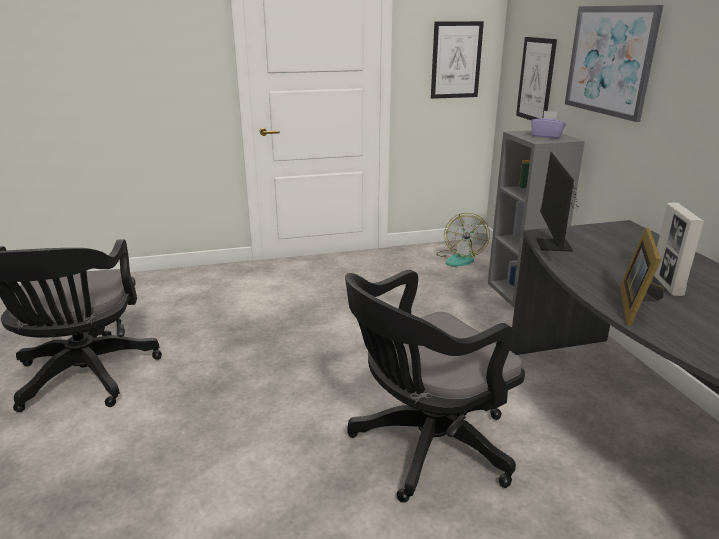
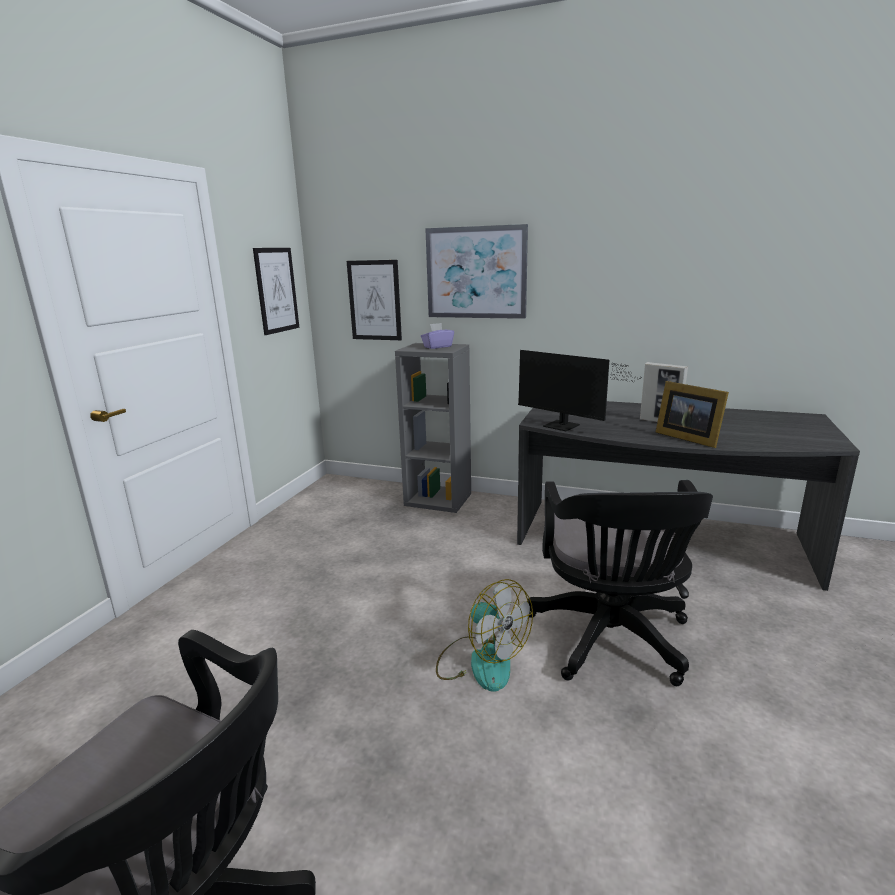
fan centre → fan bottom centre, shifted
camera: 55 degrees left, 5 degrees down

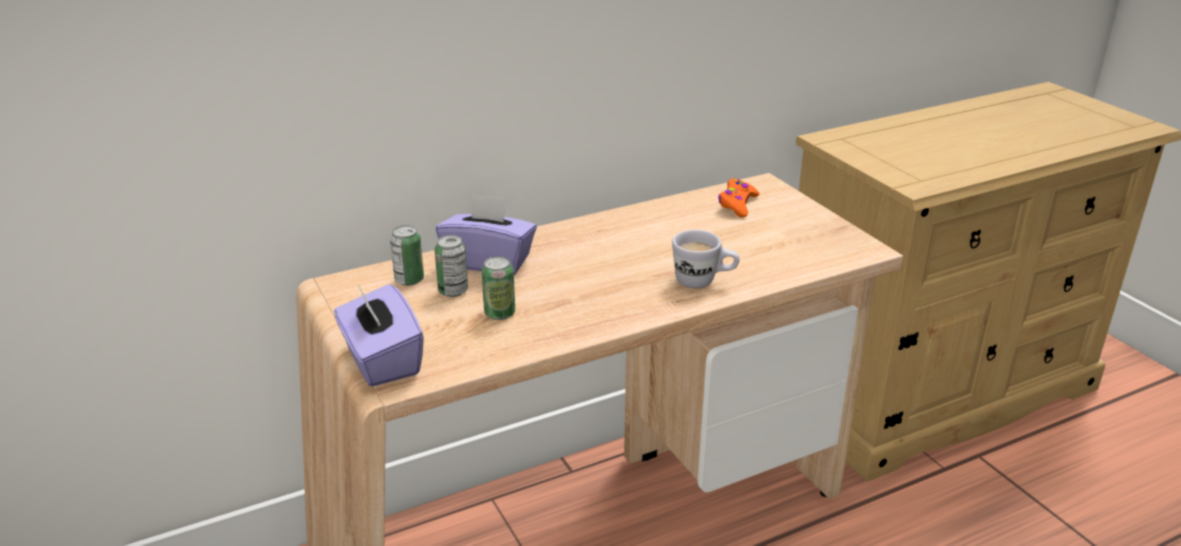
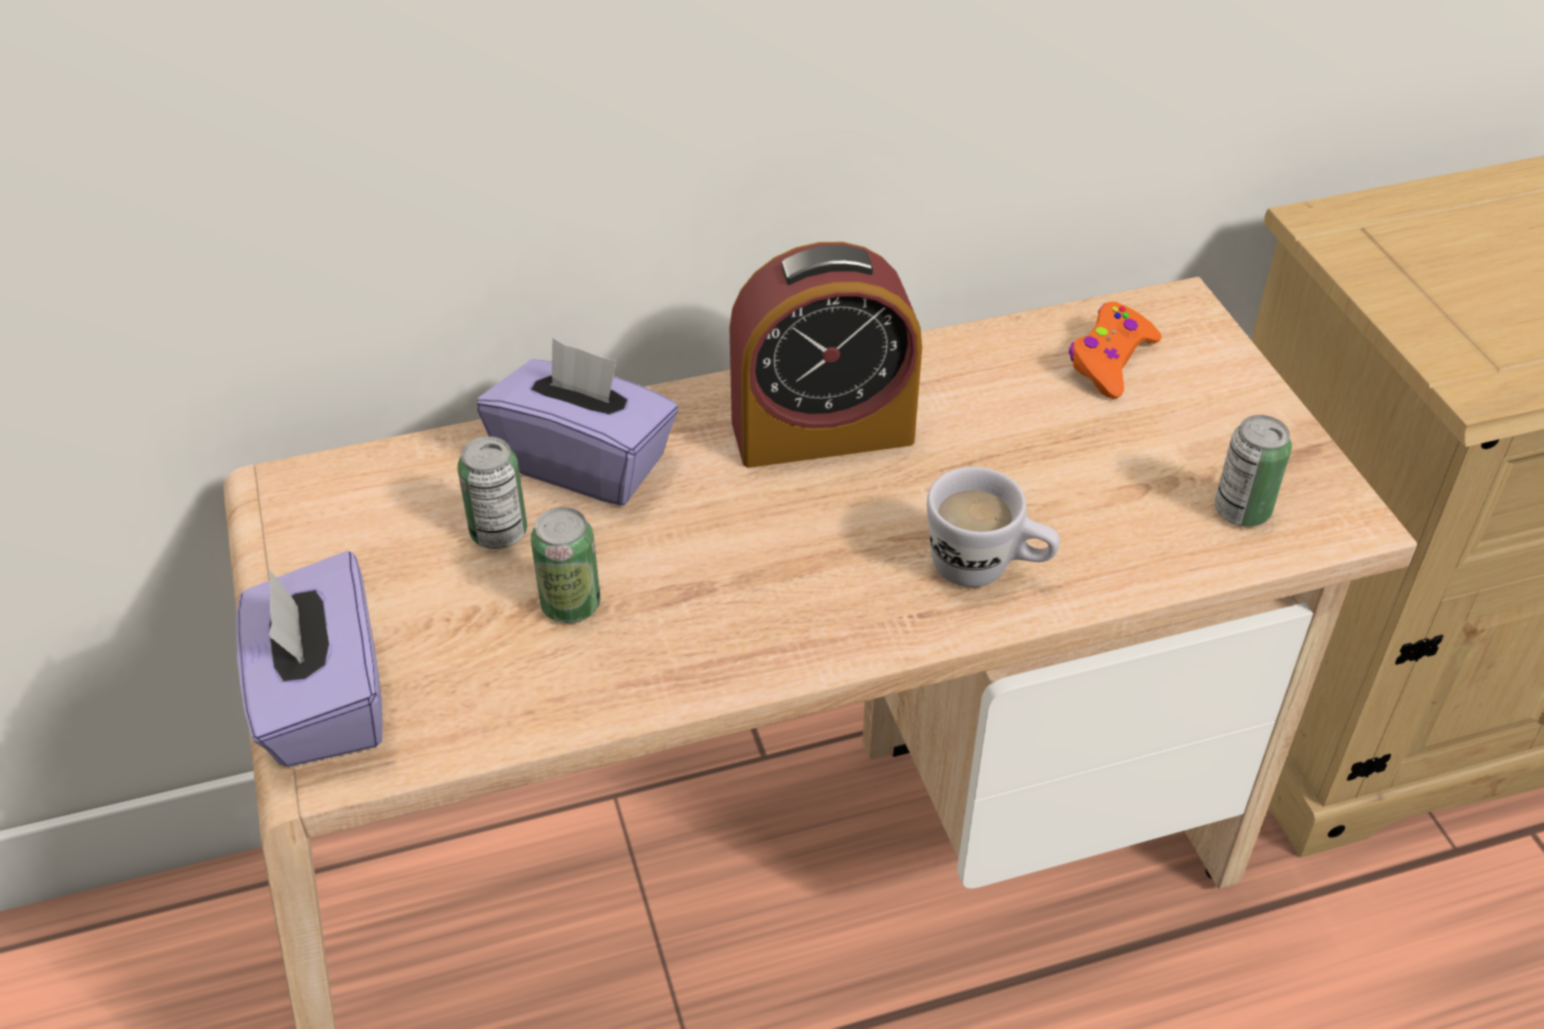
can (no. 1 from left in the first image) centre → can (no. 3 from left) middle right, shifted
- → alarm clock centre
camera: 10 degrees right, 15 degrees up

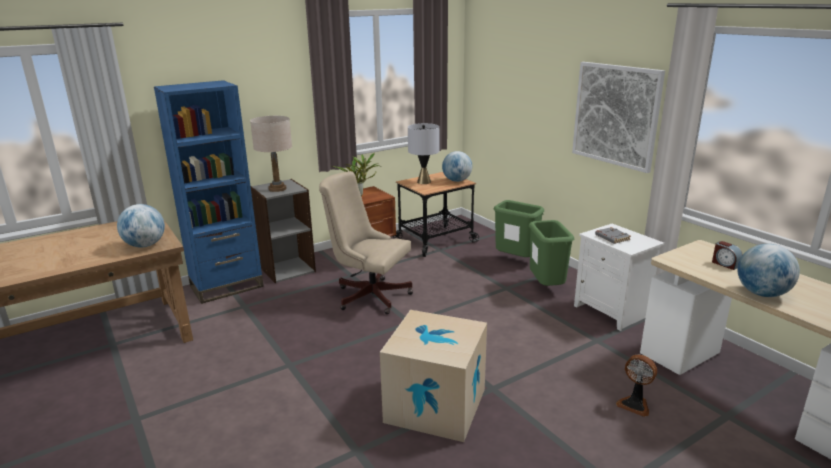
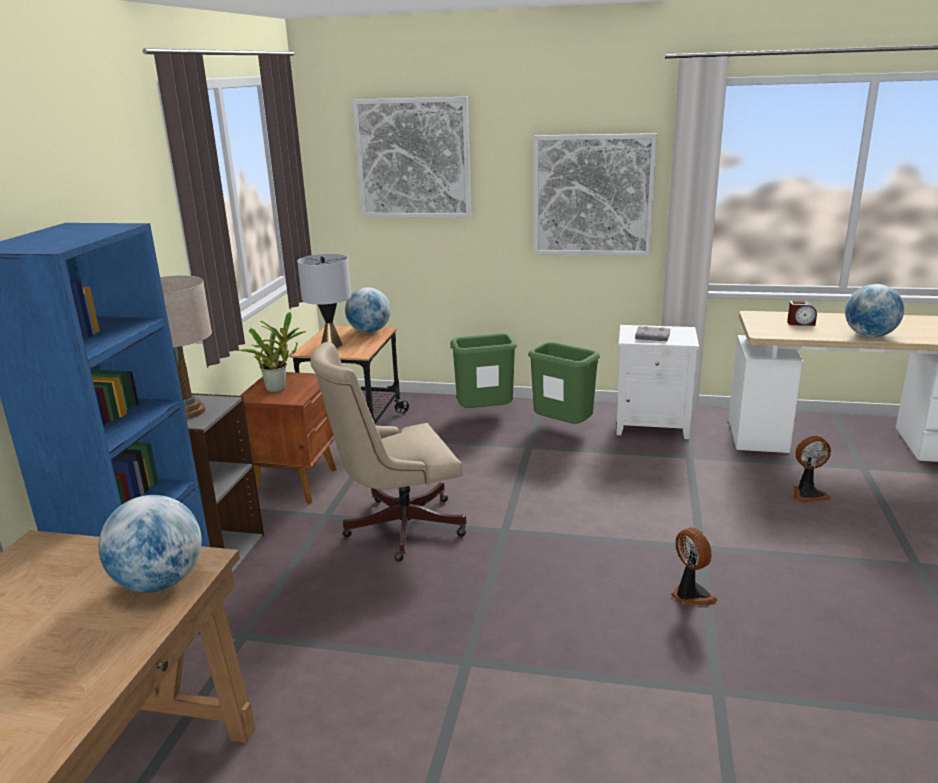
cardboard box bottom centre → fan (no. 1 from left) bottom right
- → picture (no. 1 from left) top centre
camera: 45 degrees left, 0 degrees up

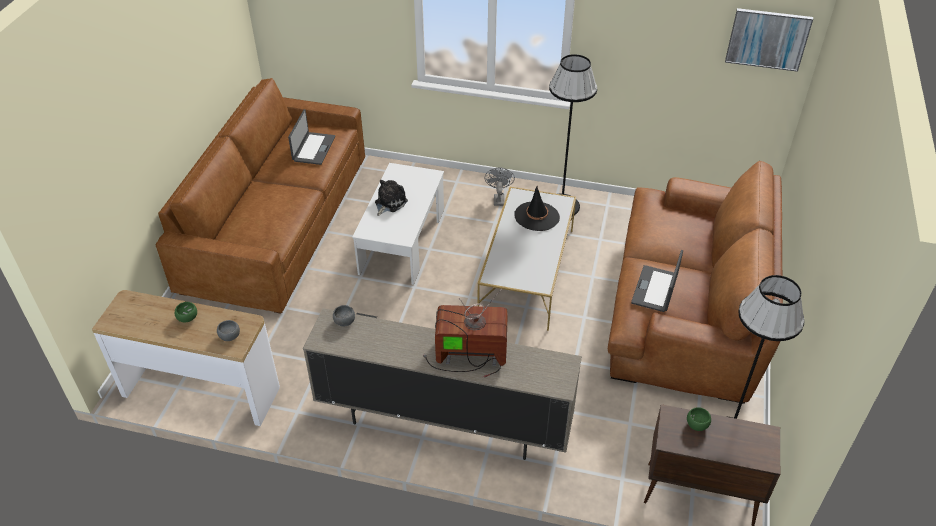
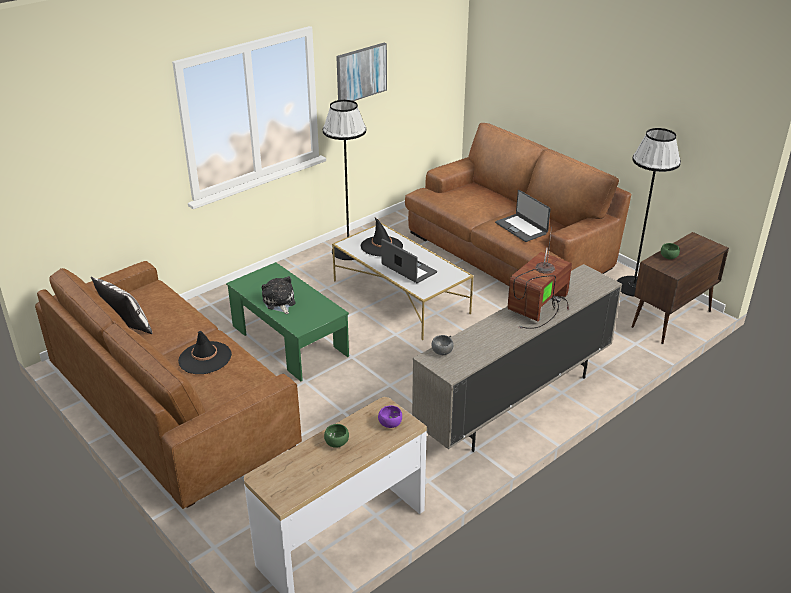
picture top right → picture top centre, shifted
laptop (no. 1 from left) top left → laptop (no. 1 from left) centre, shifted
white coffee table (no. 1 from left) centre → green coffee table centre
grey fan centre → -
grey bowl (no. 1 from left) middle left → purple bowl bottom centre
- → pillow middle left
- → black hat (no. 1 from left) middle left
camera: 55 degrees left, 10 degrees down

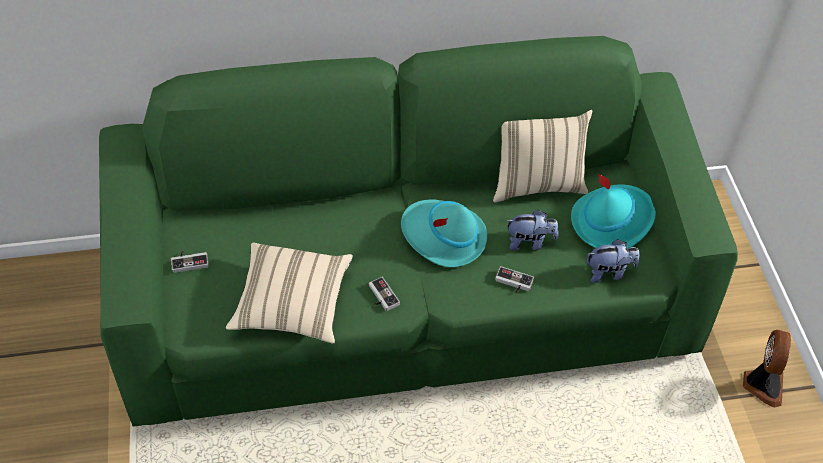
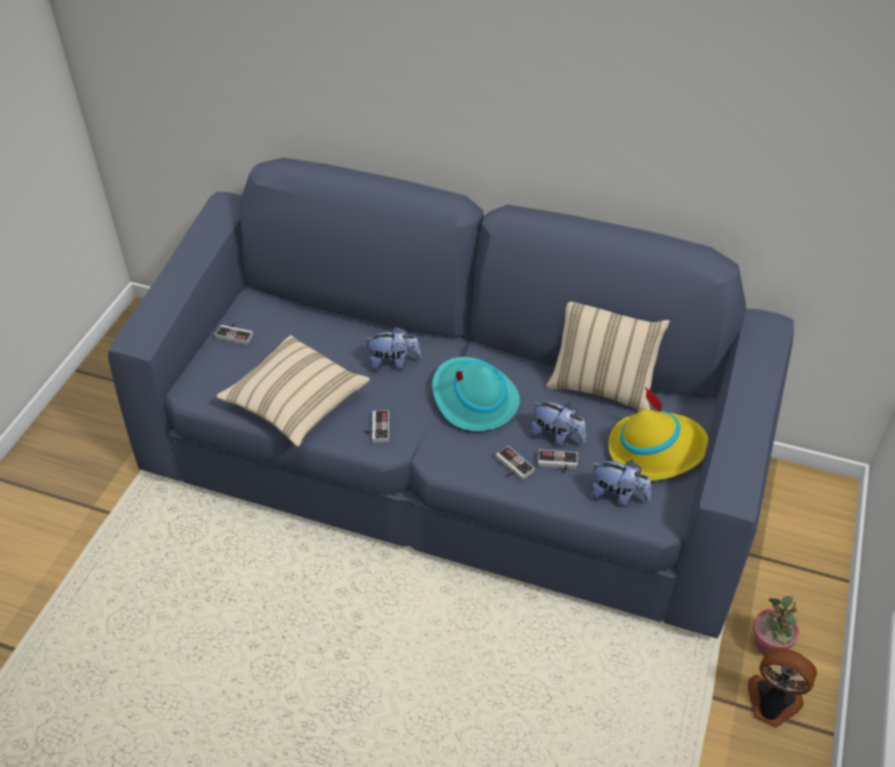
green sofa centre → blue sofa centre
turquoise hat (no. 2 from left) middle right → yellow hat middle right
fan bottom right, 105 degrees counterclockwise
- → plush toy (no. 1 from left) centre
- → game controller (no. 4 from left) centre
- → potted plant bottom right
camera: 30 degrees right, 5 degrees down

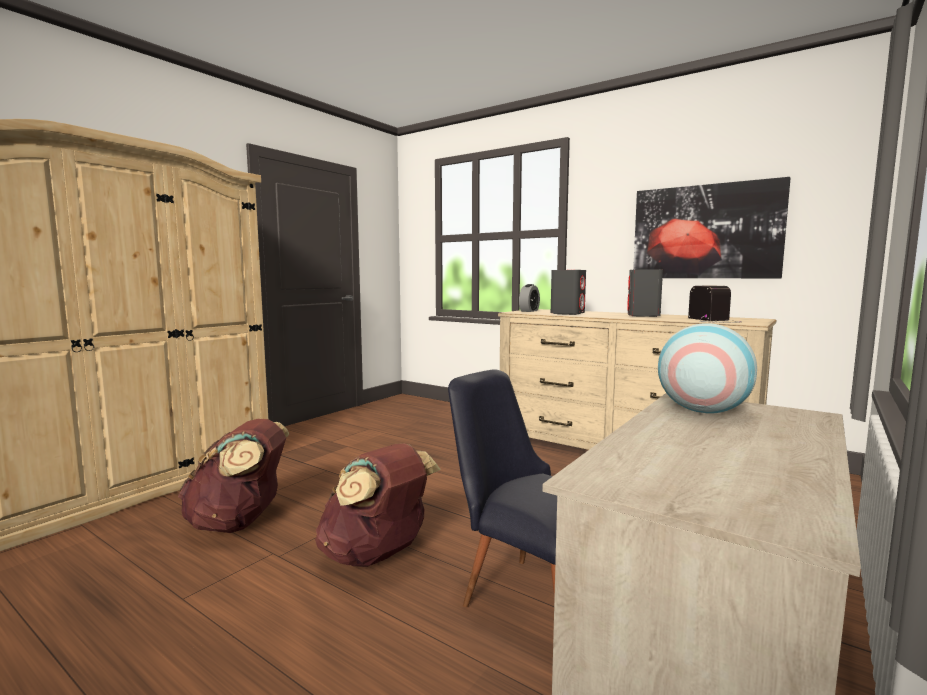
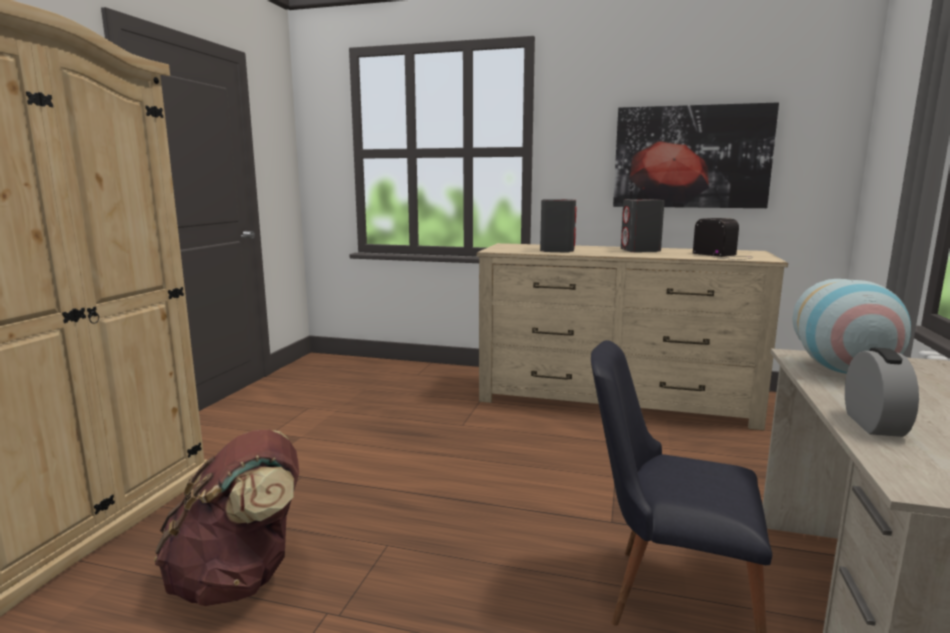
alarm clock centre → alarm clock middle right, shifted
brown backpack (no. 2 from left) bottom centre → -
camera: 20 degrees left, 5 degrees up

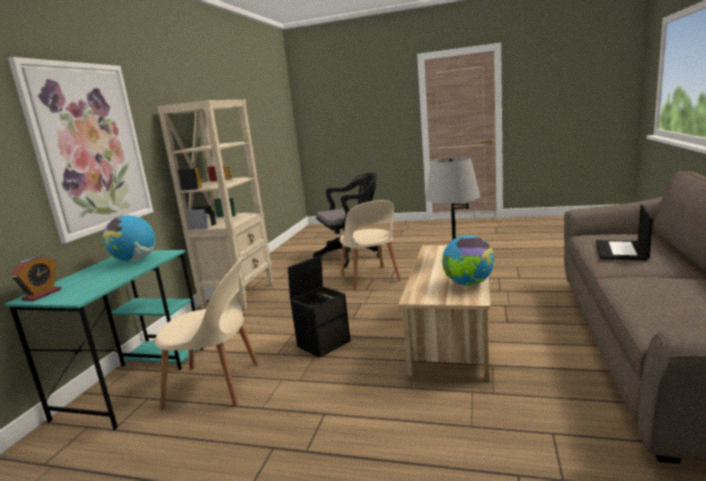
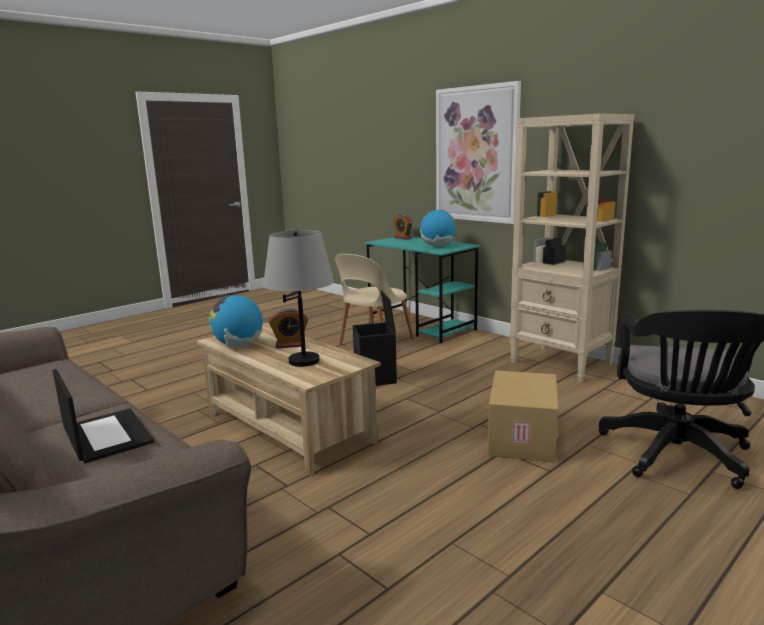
beige chair (no. 2 from left) centre → cardboard box middle right
- → alarm clock (no. 1 from left) centre
camera: 120 degrees right, 0 degrees up

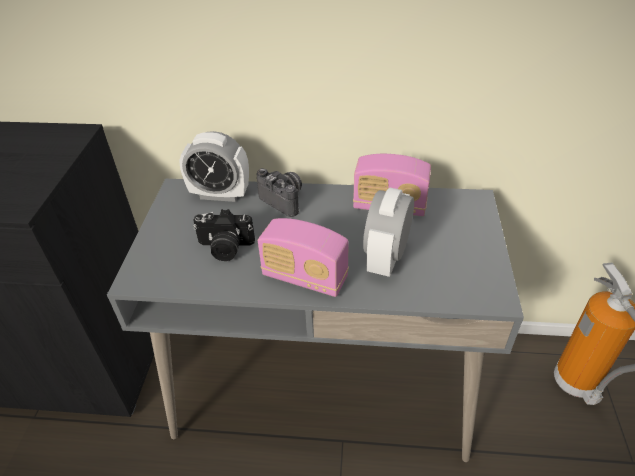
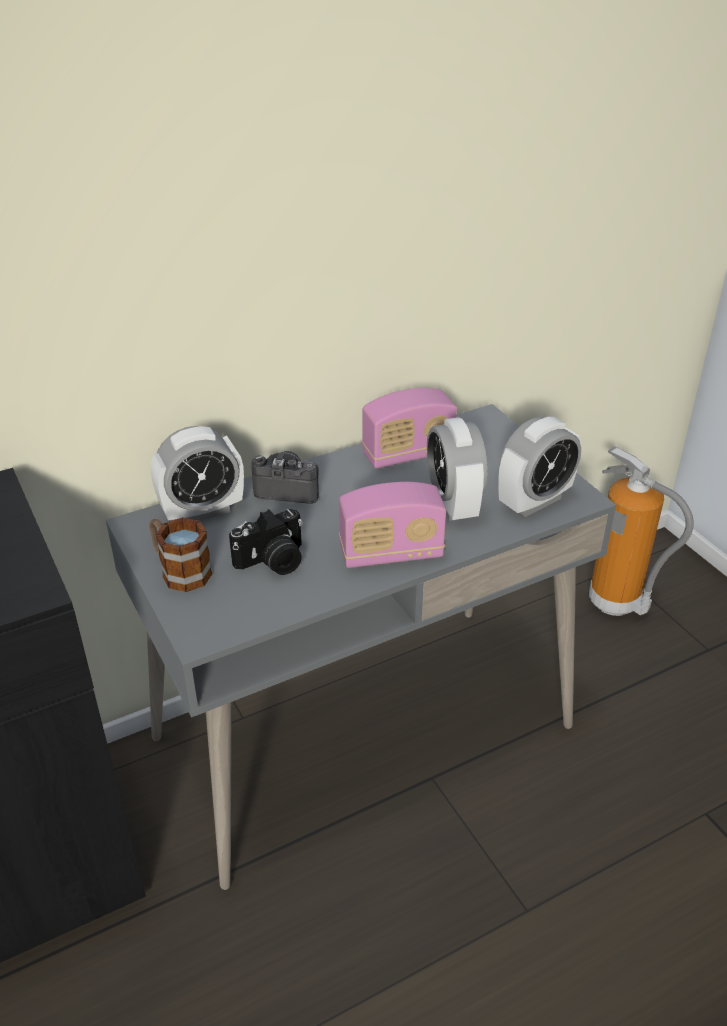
- → alarm clock (no. 3 from left) middle right
- → mug middle left
camera: 35 degrees left, 5 degrees down

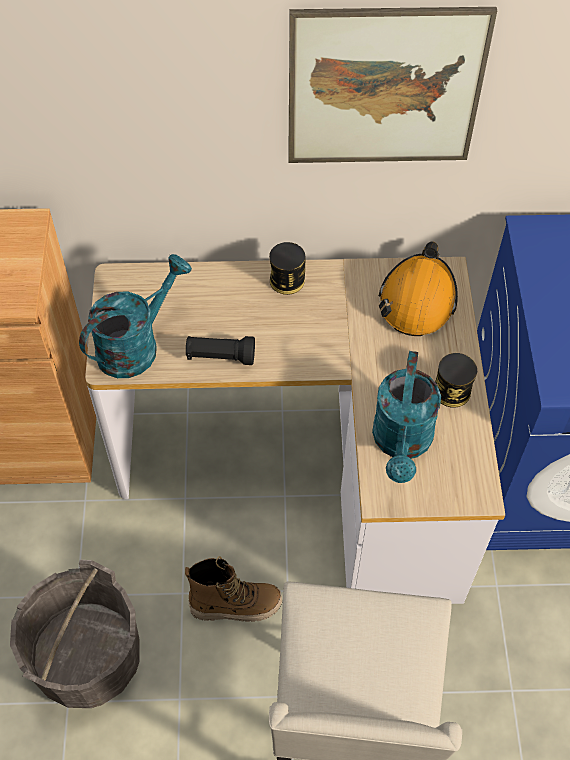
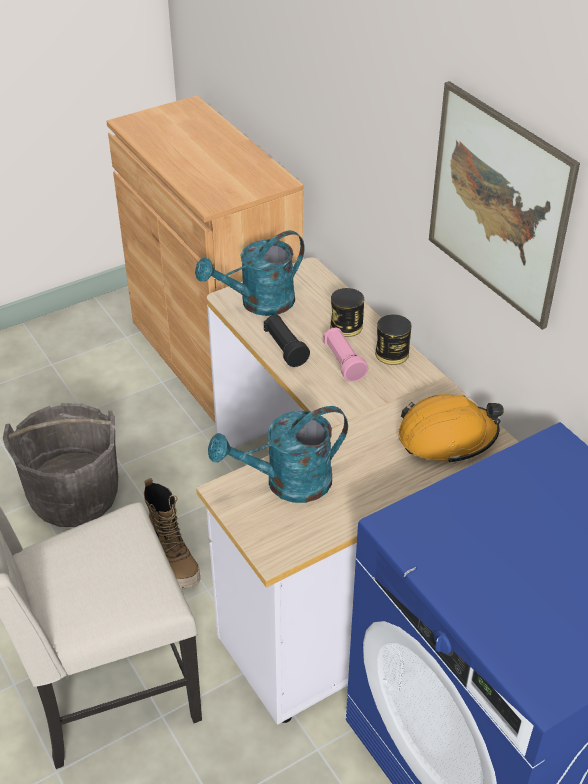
turquoise watering can (no. 1 from left) middle left → turquoise watering can (no. 1 from left) centre, 135 degrees clockwise
can (no. 2 from left in the first image) middle right → can (no. 1 from left) centre, shifted
- → pink flashlight centre
camera: 60 degrees right, 15 degrees down

